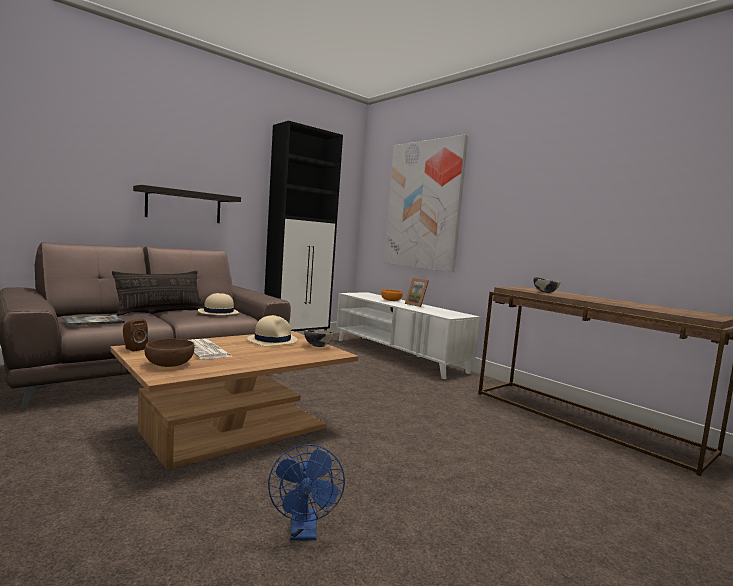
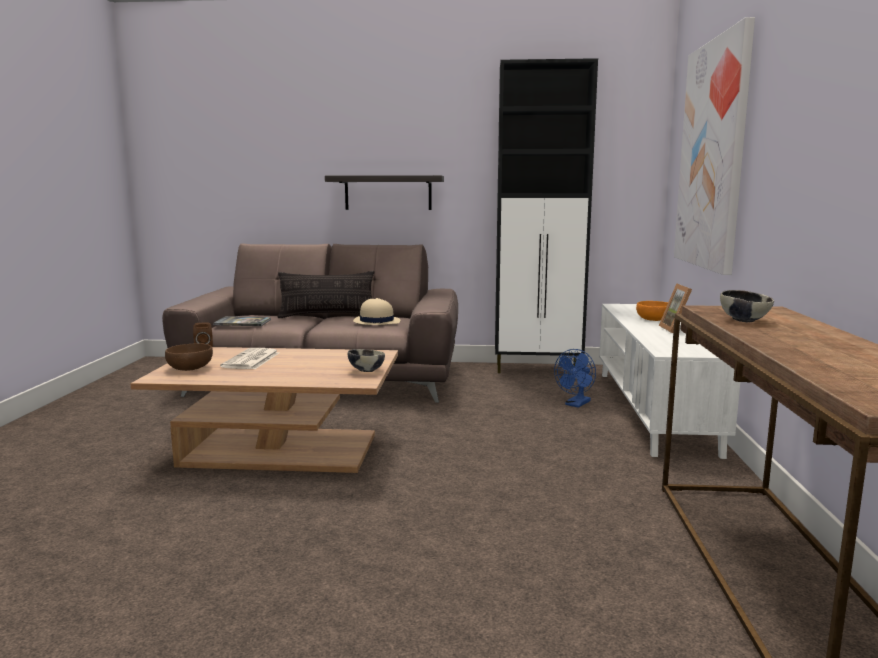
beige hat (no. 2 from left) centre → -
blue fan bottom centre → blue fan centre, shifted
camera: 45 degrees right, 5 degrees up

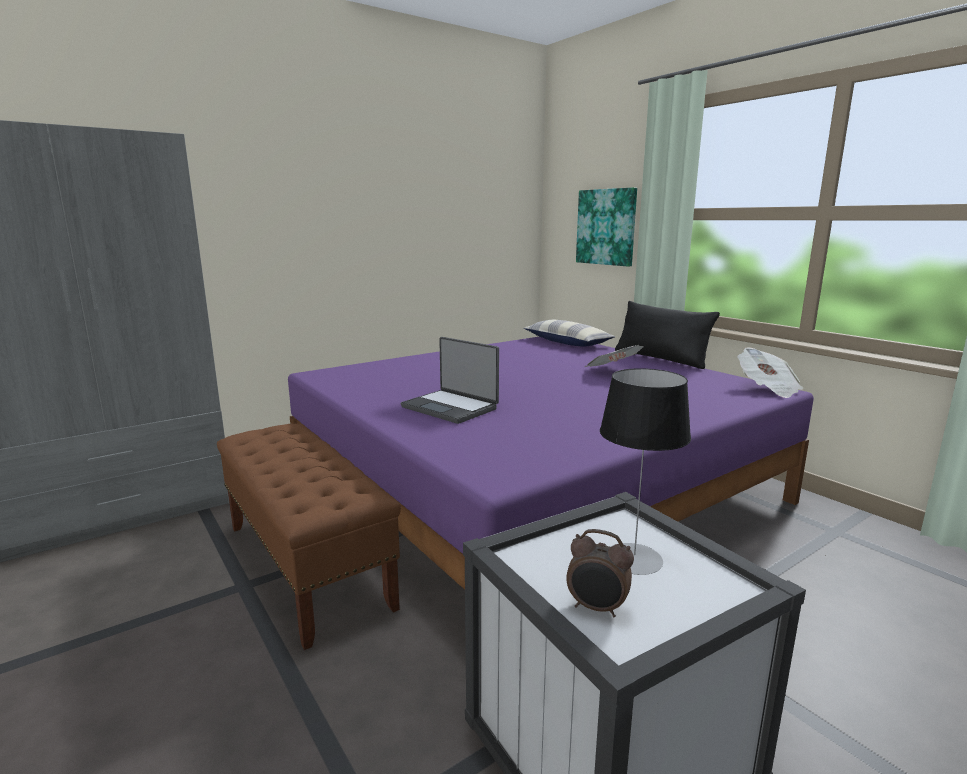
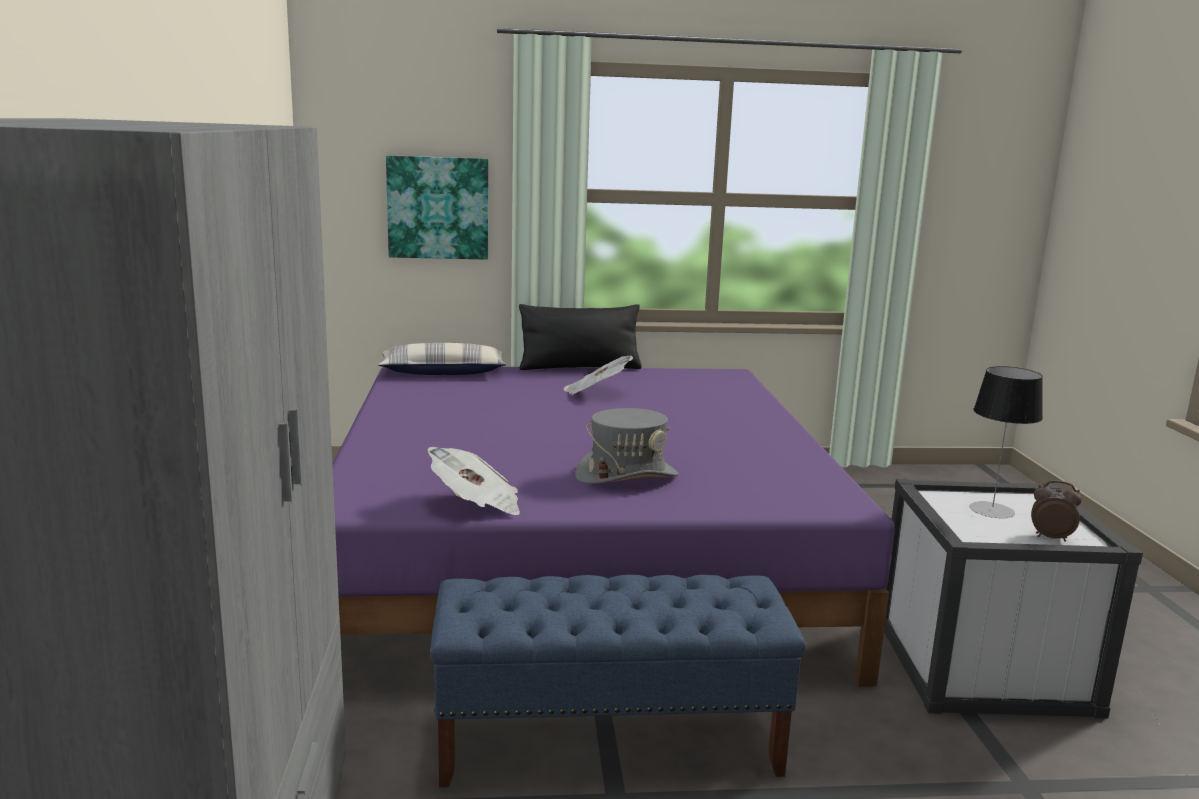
laptop centre → grey hat centre
newspaper (no. 2 from left in the first image) middle right → newspaper (no. 1 from left) centre, shifted
brown bench bottom left → blue bench bottom centre
alarm clock bottom centre → alarm clock middle right, 120 degrees counterclockwise
camera: 60 degrees left, 0 degrees up

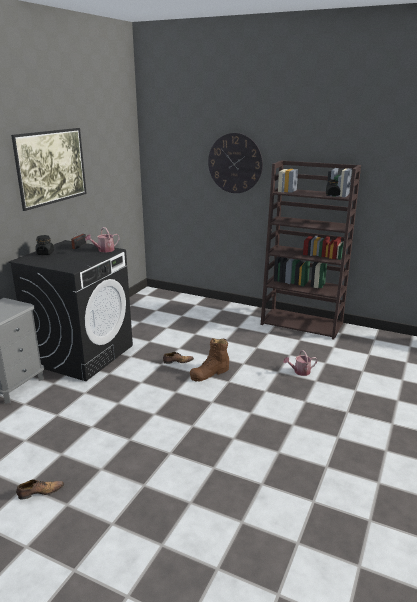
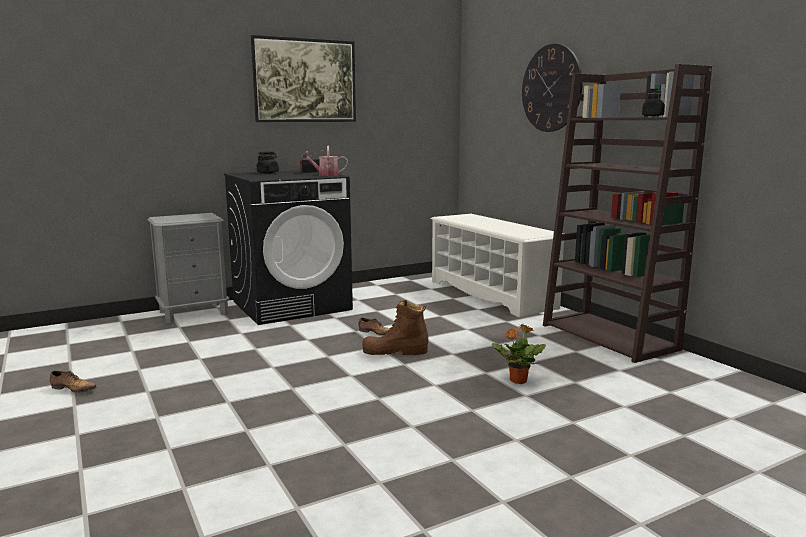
watering can (no. 2 from left) middle right → potted plant centre
- → white shoe rack centre
camera: 35 degrees right, 10 degrees down

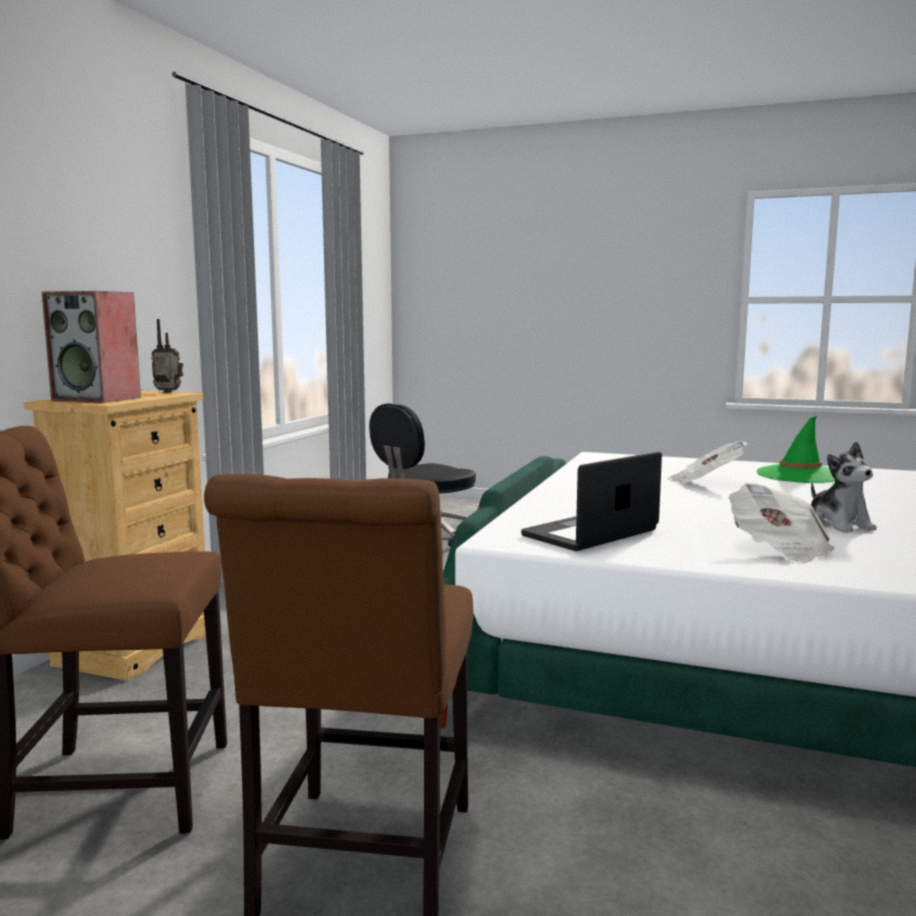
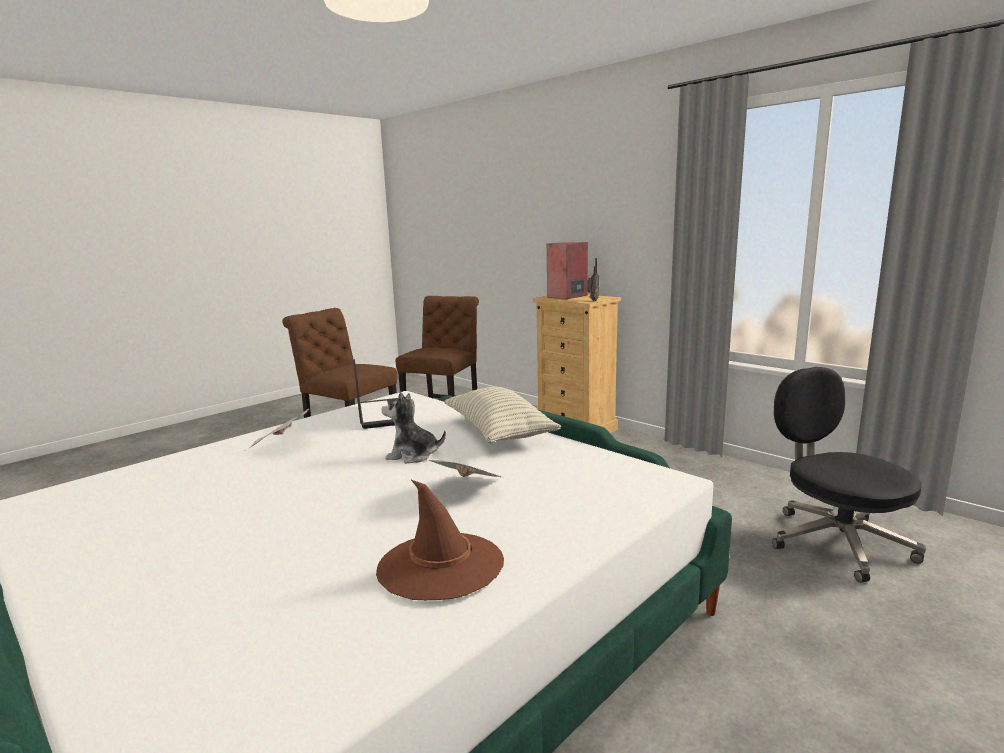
green hat middle right → brown hat bottom centre
plush toy middle right → plush toy centre, shifted
- → pillow centre
camera: 115 degrees right, 5 degrees up

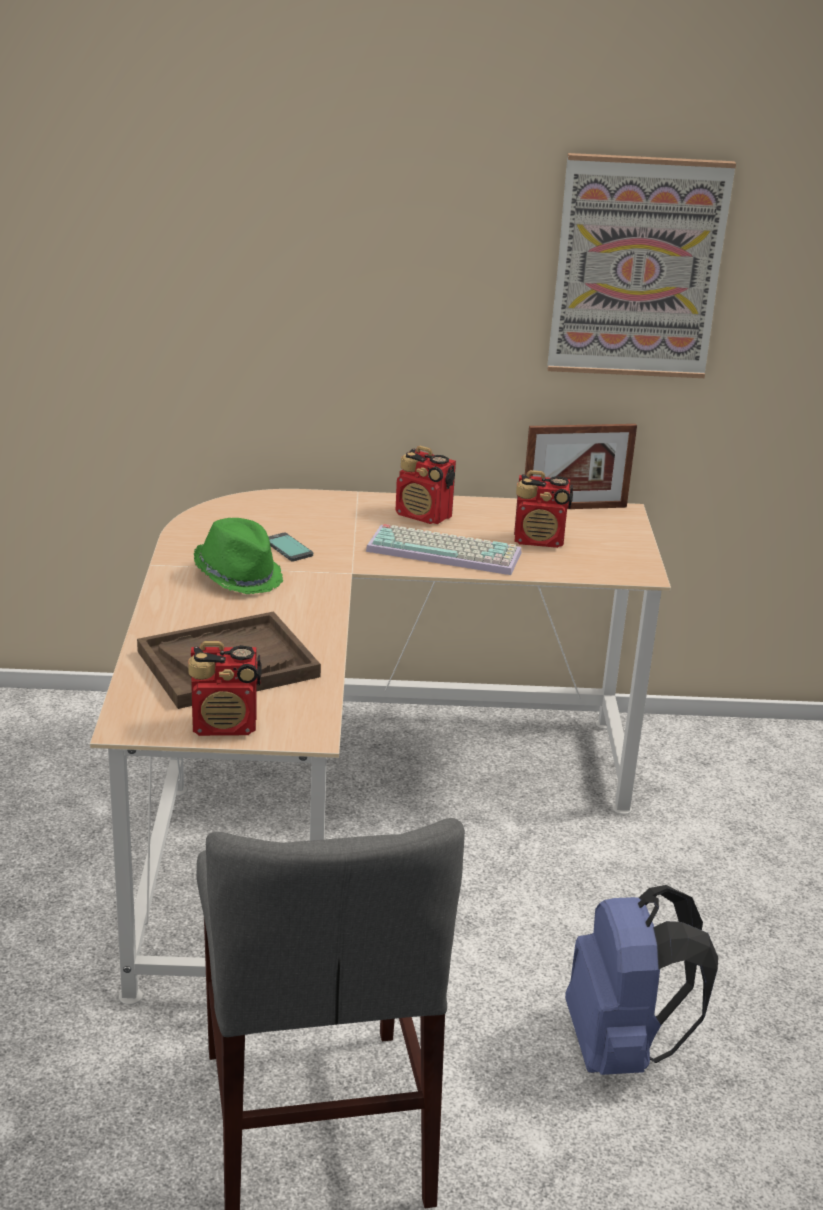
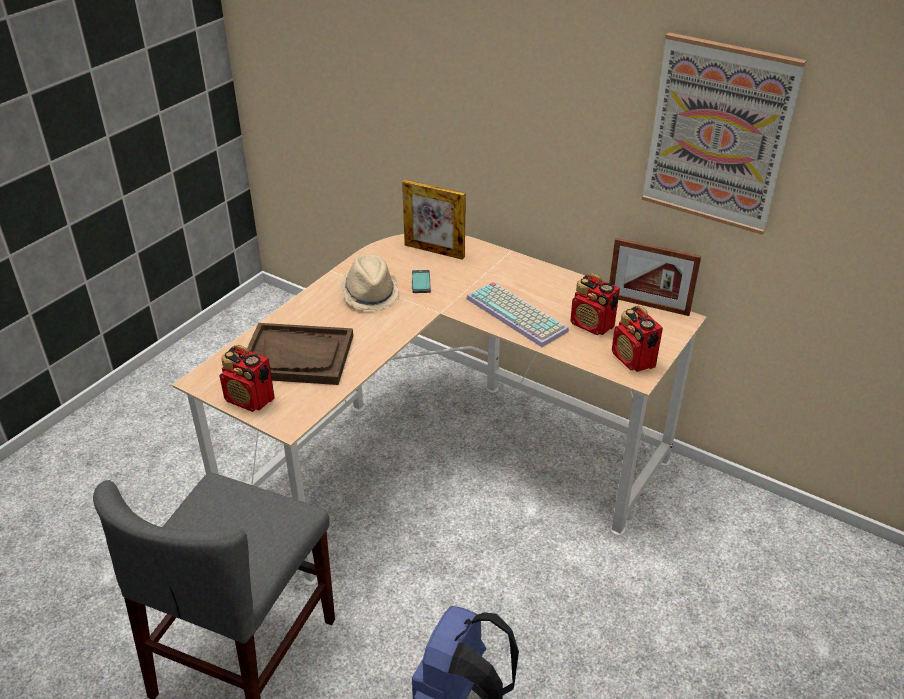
radio (no. 2 from left in the first image) centre → radio (no. 3 from left) middle right, shifted
green hat middle left → beige hat centre
- → picture frame (no. 1 from left) top centre
camera: 35 degrees right, 10 degrees up

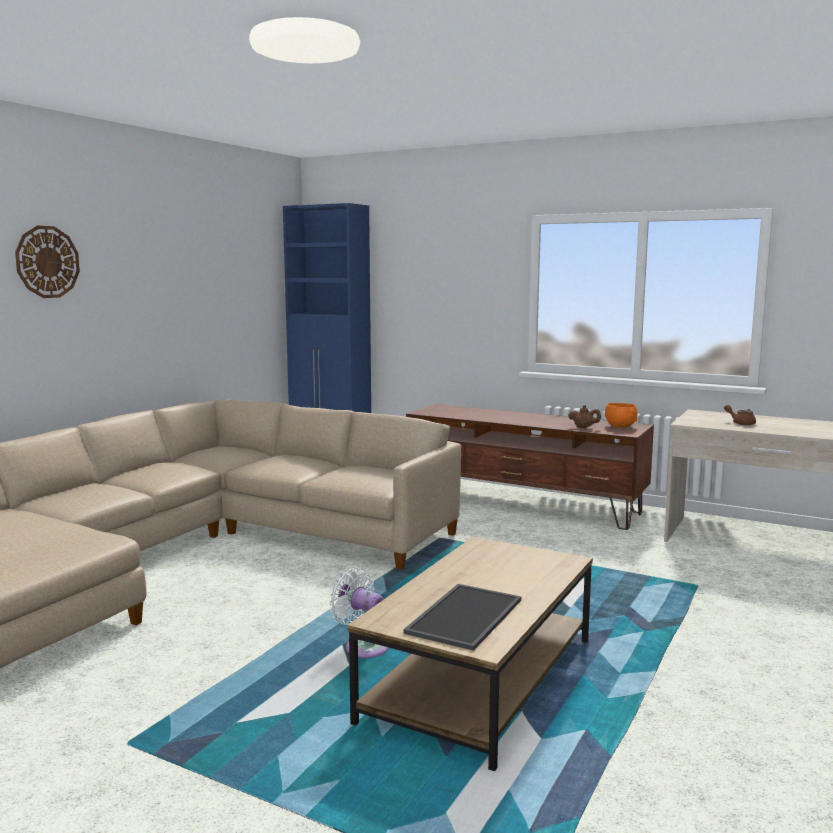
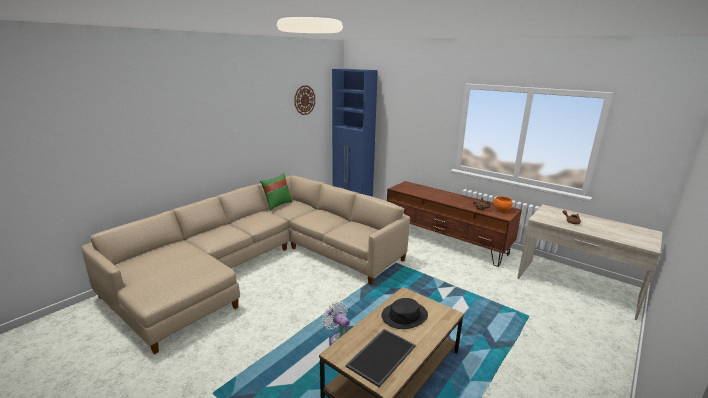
wall clock top left → wall clock top centre, shifted
- → green pillow centre
- → black hat bottom centre
camera: 10 degrees right, 10 degrees up

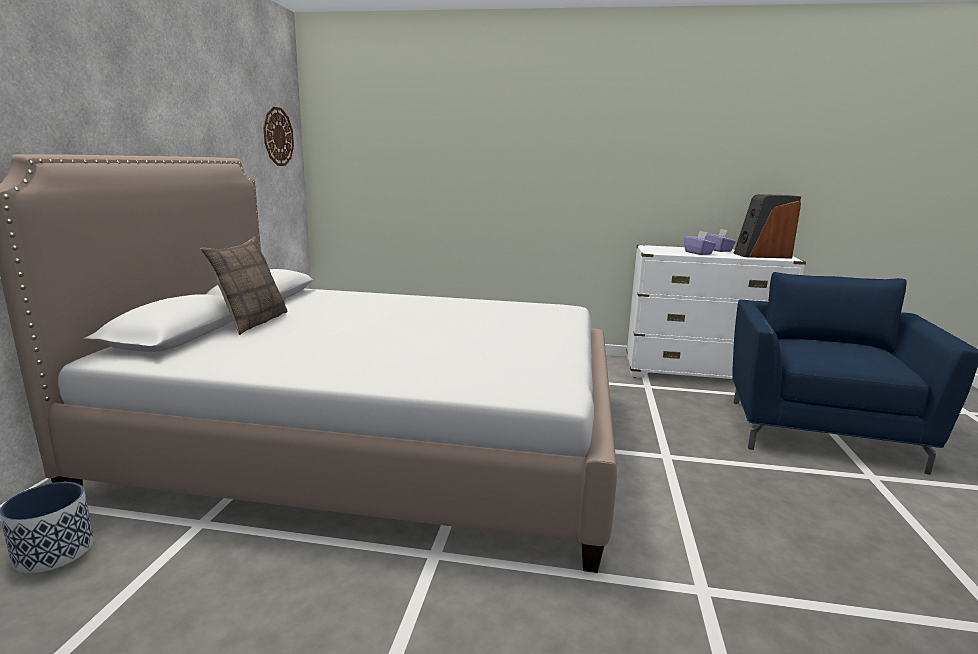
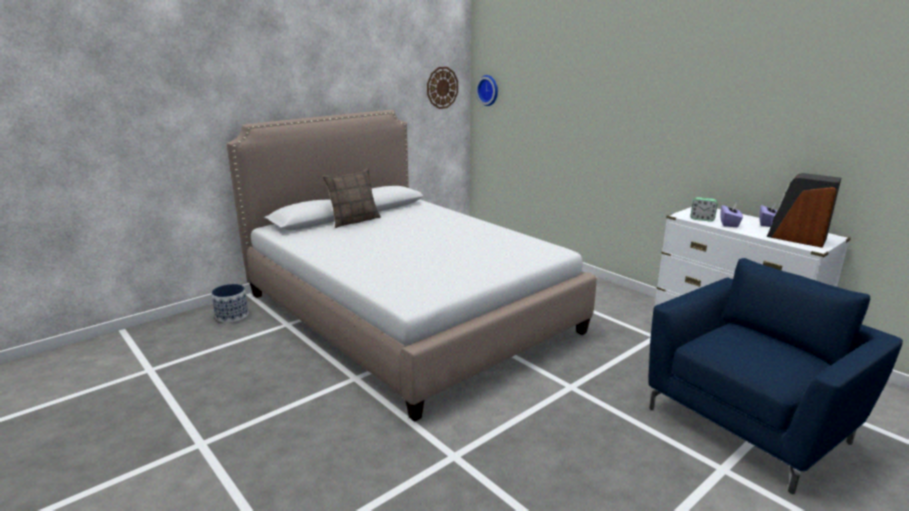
- → wall clock (no. 2 from left) top centre
- → alarm clock middle right
camera: 40 degrees right, 5 degrees up

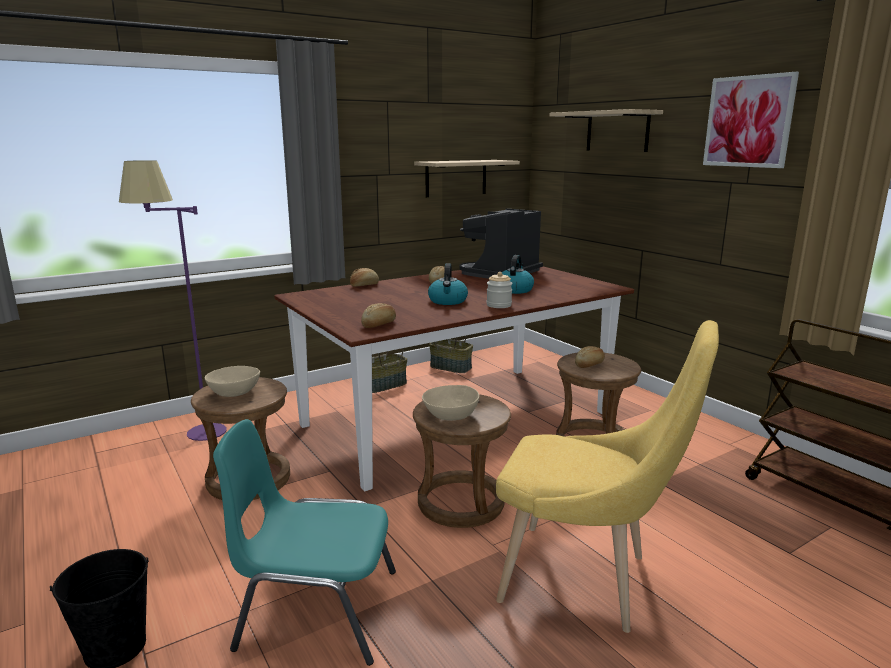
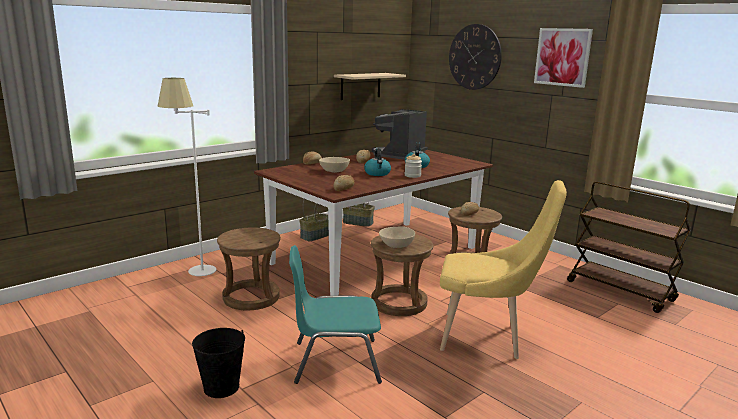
shelf (no. 2 from left) top right → wall clock top centre
purple floor lamp middle left → white floor lamp middle left
beige bowl (no. 1 from left) middle left → beige bowl (no. 1 from left) centre, shifted
camera: 10 degrees left, 0 degrees up

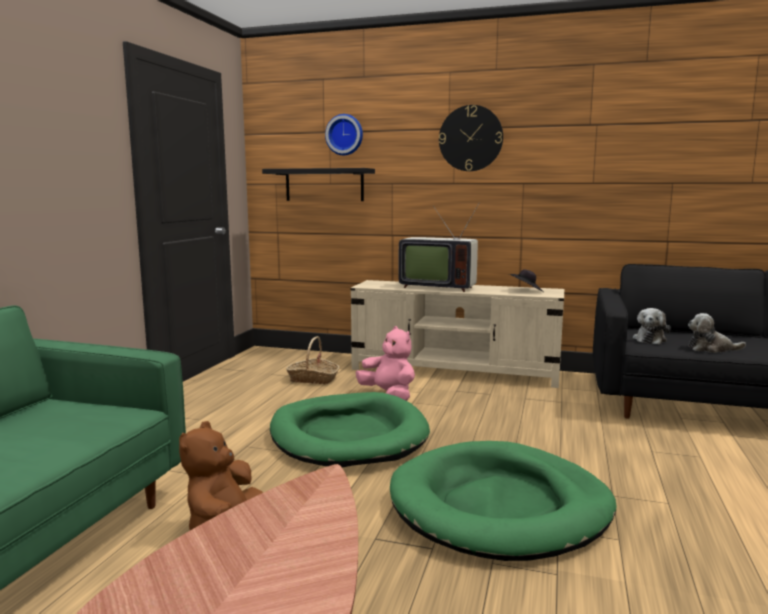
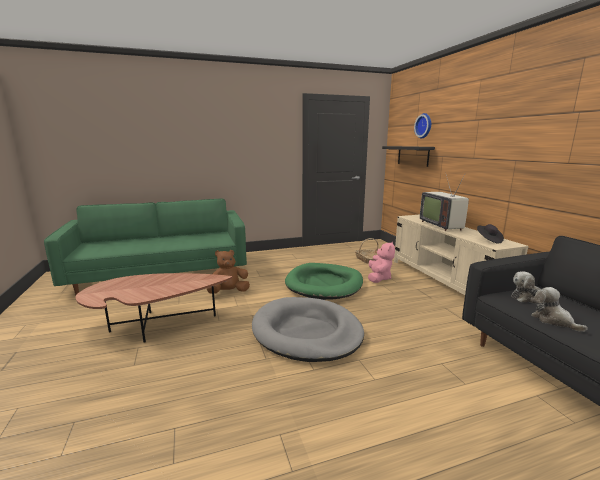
wall clock (no. 2 from left) top centre → -
green dog bed (no. 2 from left) bottom centre → grey dog bed bottom centre
camera: 55 degrees right, 5 degrees up

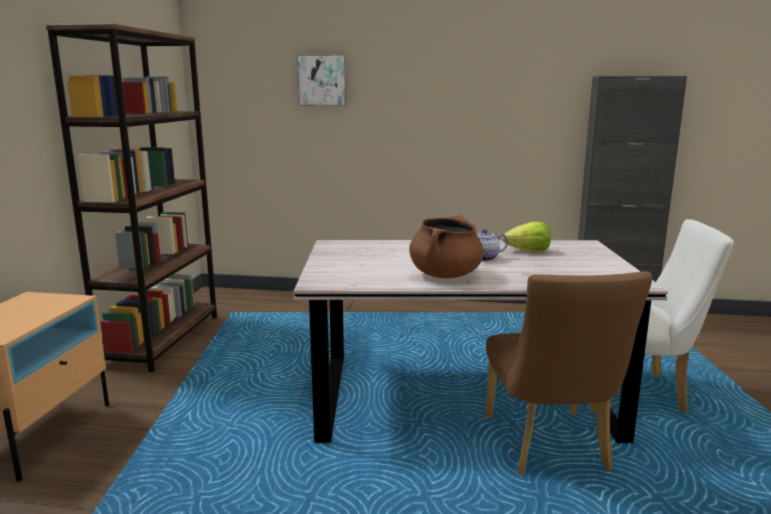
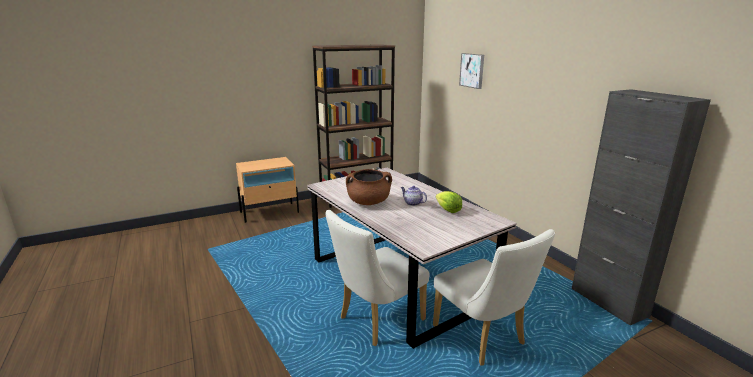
brown chair bottom right → white chair (no. 1 from left) bottom centre
camera: 55 degrees right, 5 degrees up

